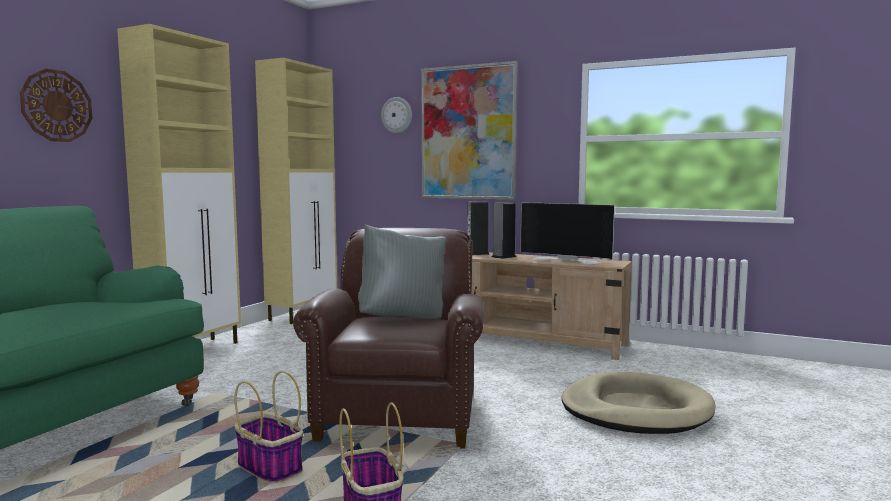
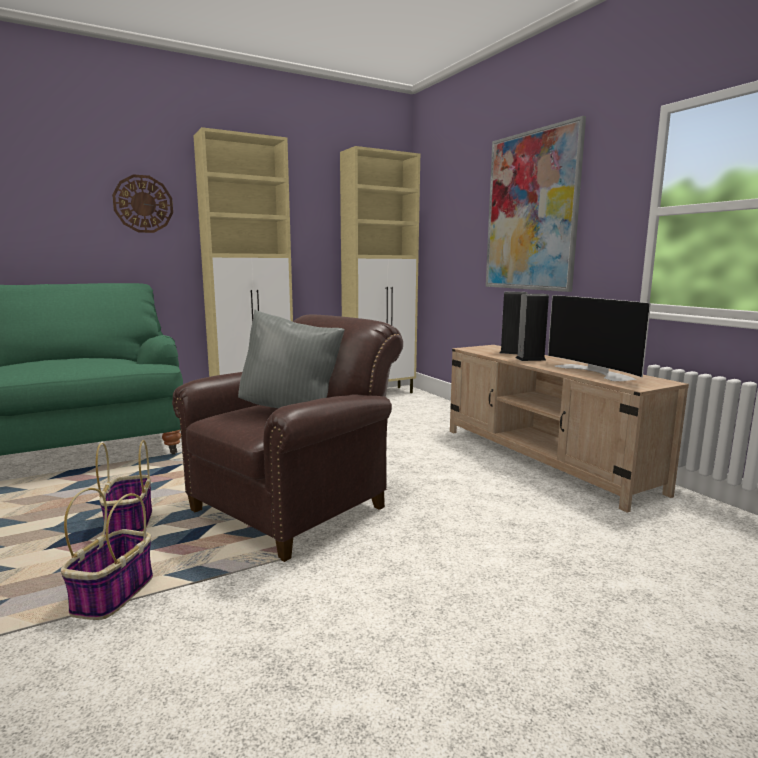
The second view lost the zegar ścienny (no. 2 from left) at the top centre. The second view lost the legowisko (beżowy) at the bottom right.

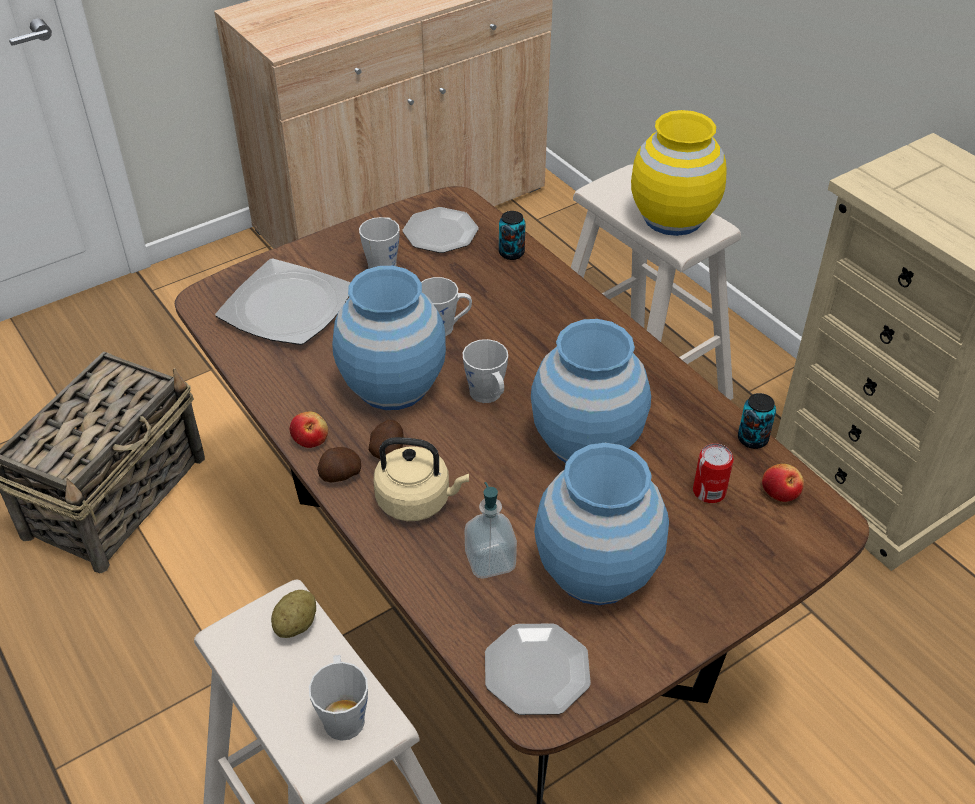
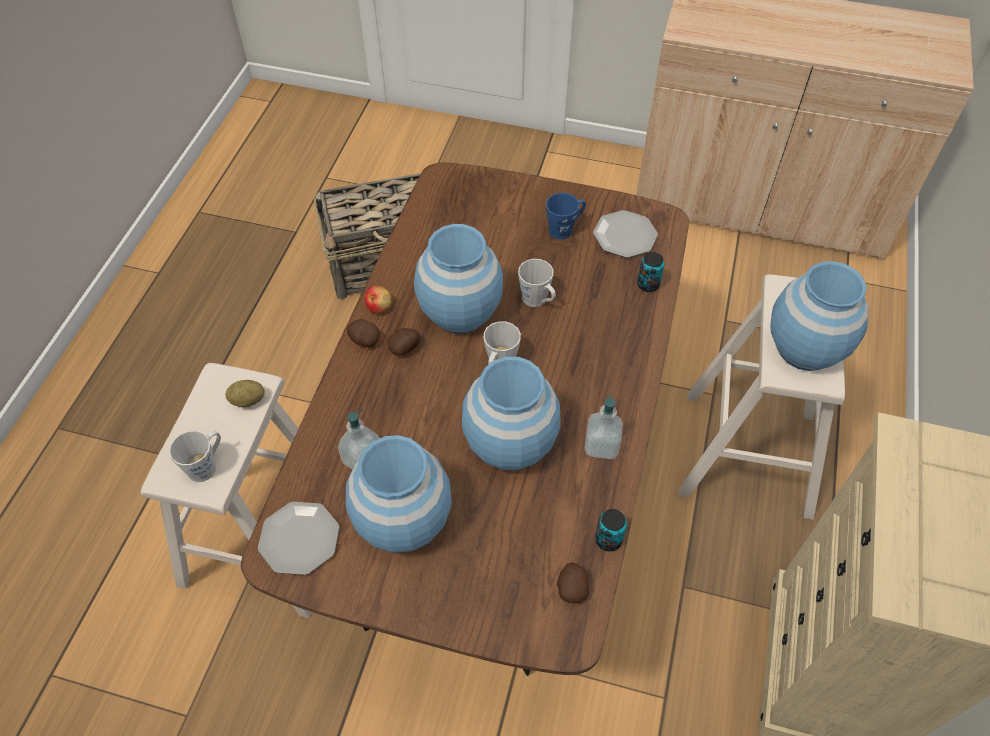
The second view lost the talerz (no. 1 from left) at the middle left. What was the kubek (szary) (no. 2 from left) at the top centre turned into the kubek (niebieski) at the top centre. The second view lost the czajnik (beżowy) at the centre. What was the wazon (żółty) at the top right turned into the wazon (niebieski) (no. 4 from left) at the middle right. The second view lost the puszka (no. 2 from left) at the middle right. Where the jabłko (no. 2 from left) stood at the middle right, the ziemniak (no. 4 from left) came to stand at the bottom centre. The second view gained the dozownik mydła (no. 2 from left) at the centre.

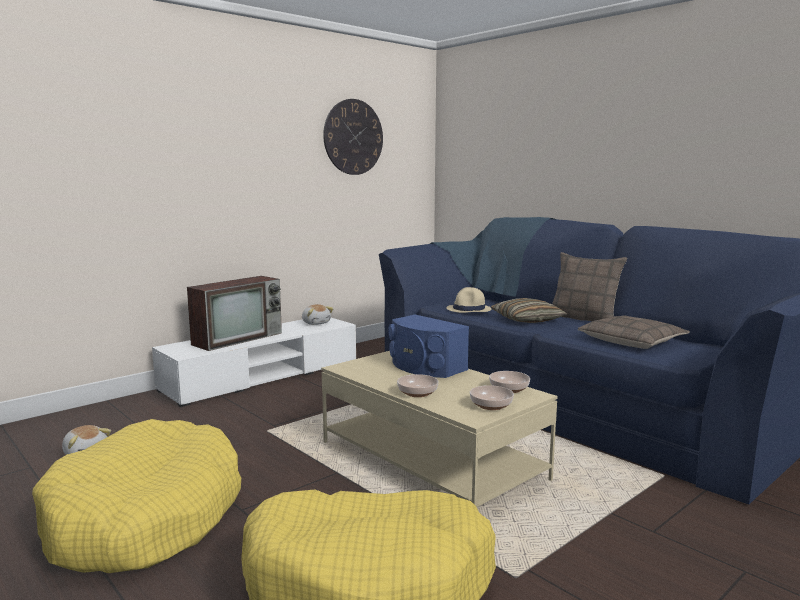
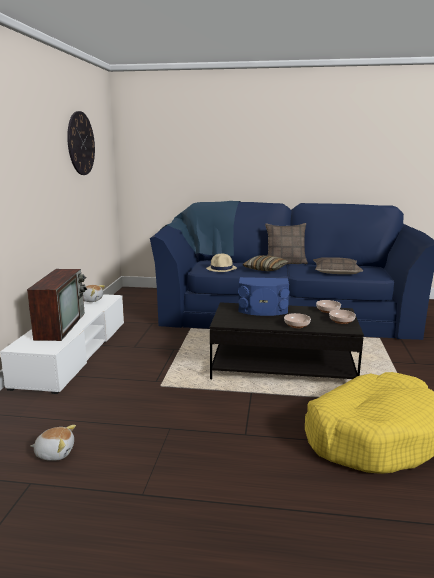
The second view lost the legowisko (żółty) (no. 1 from left) at the bottom left. What was the ława (beżowy) at the bottom centre turned into the ława (czarny) at the centre.

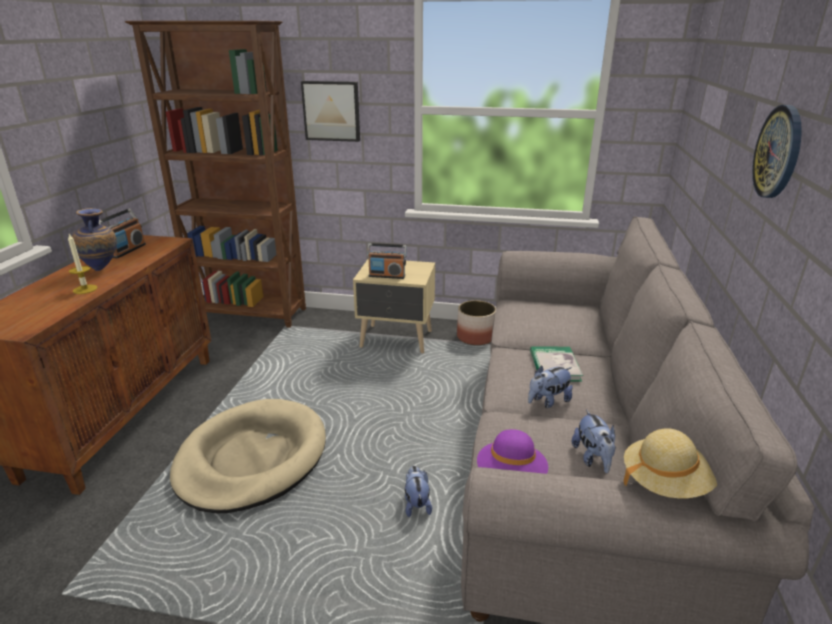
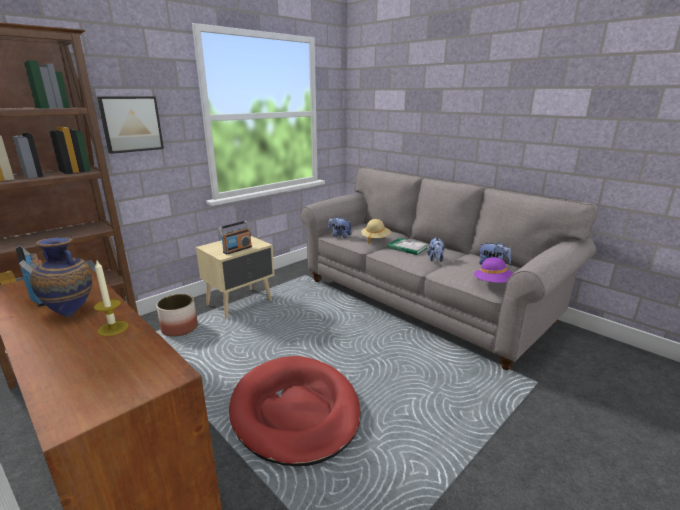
What was the legowisko (beżowy) at the bottom left turned into the legowisko (czerwony) at the bottom centre. The pluszak (no. 1 from left) ended up elsewhere, having gone from the bottom centre to the centre. The donica ended up elsewhere, having gone from the centre to the middle left. The kapelusz (beżowy) ended up elsewhere, having gone from the bottom right to the centre. The second view lost the zegar ścienny at the top right.

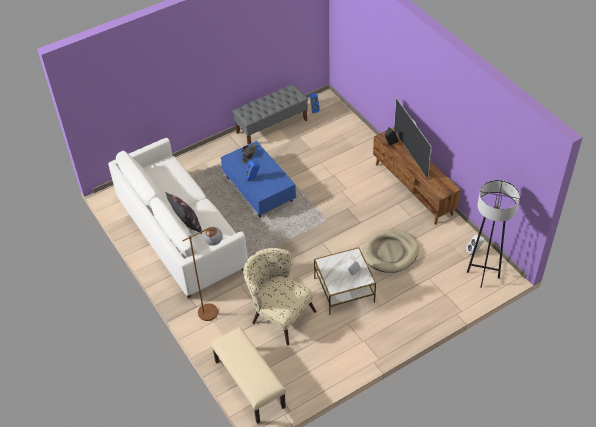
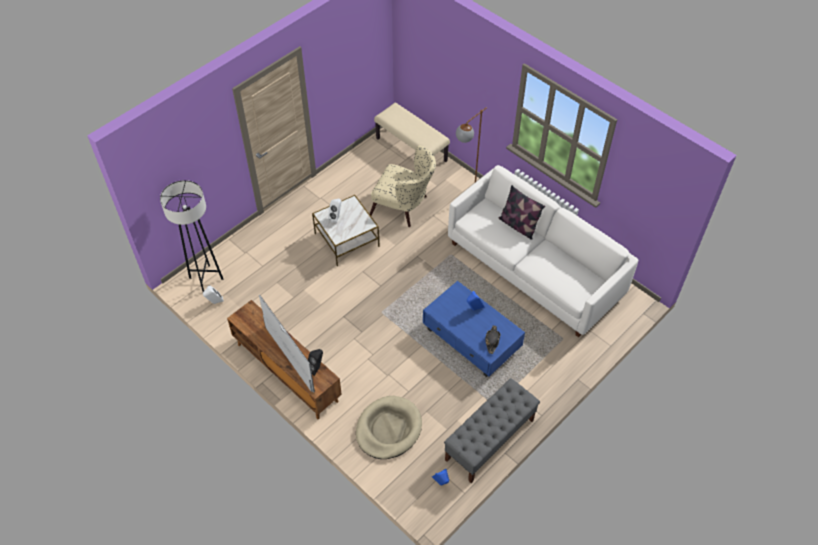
The legowisko (beżowy) ended up elsewhere, having gone from the centre to the bottom centre.

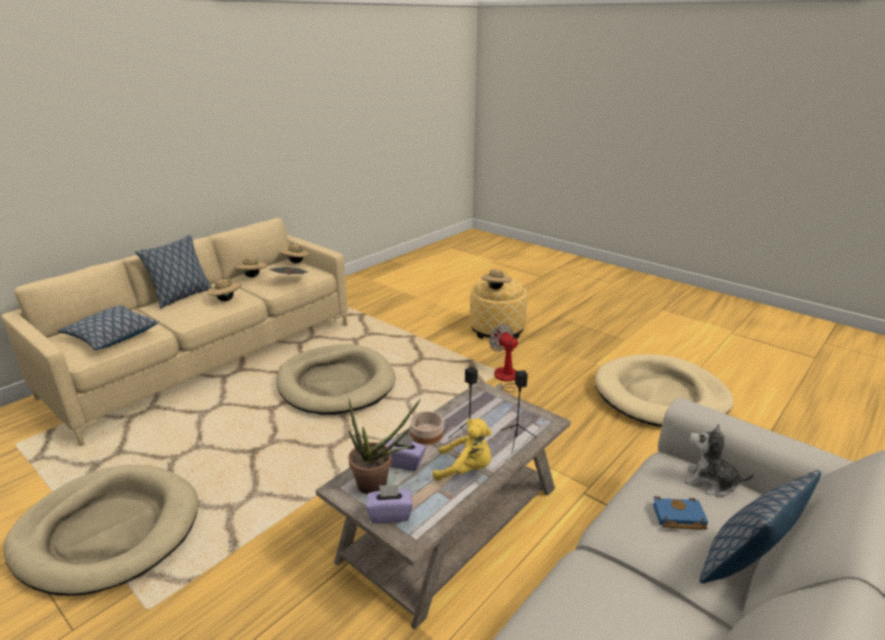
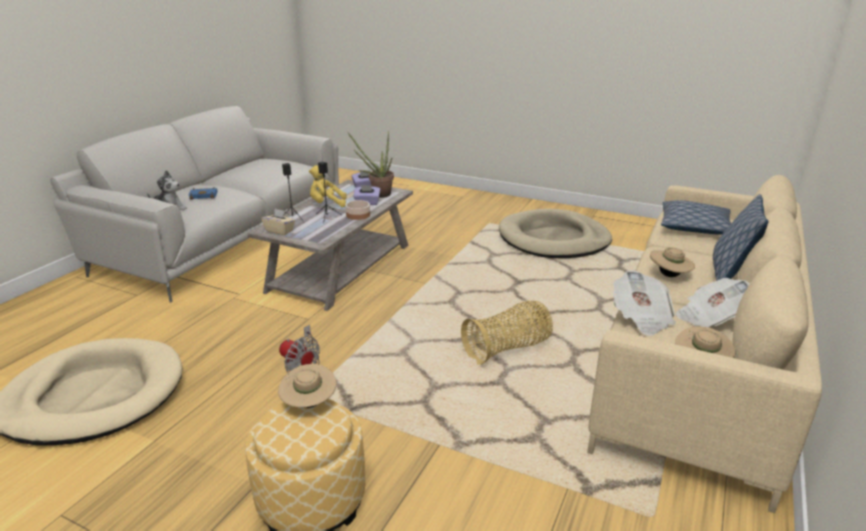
Where the kapelusz (beżowy) (no. 2 from left) stood at the middle left, the gazeta (no. 2 from left) came to stand at the middle right. Where the legowisko (beżowy) (no. 2 from left) stood at the centre, the koszyk came to stand at the centre. The second view lost the poduszka (no. 3 from left) at the bottom right. The second view gained the pudełko chusteczek (beżowy) at the middle left.

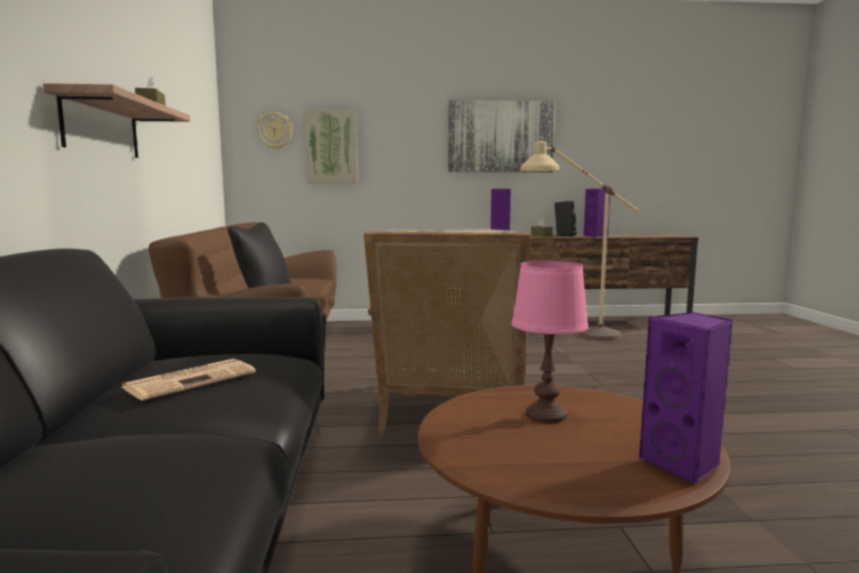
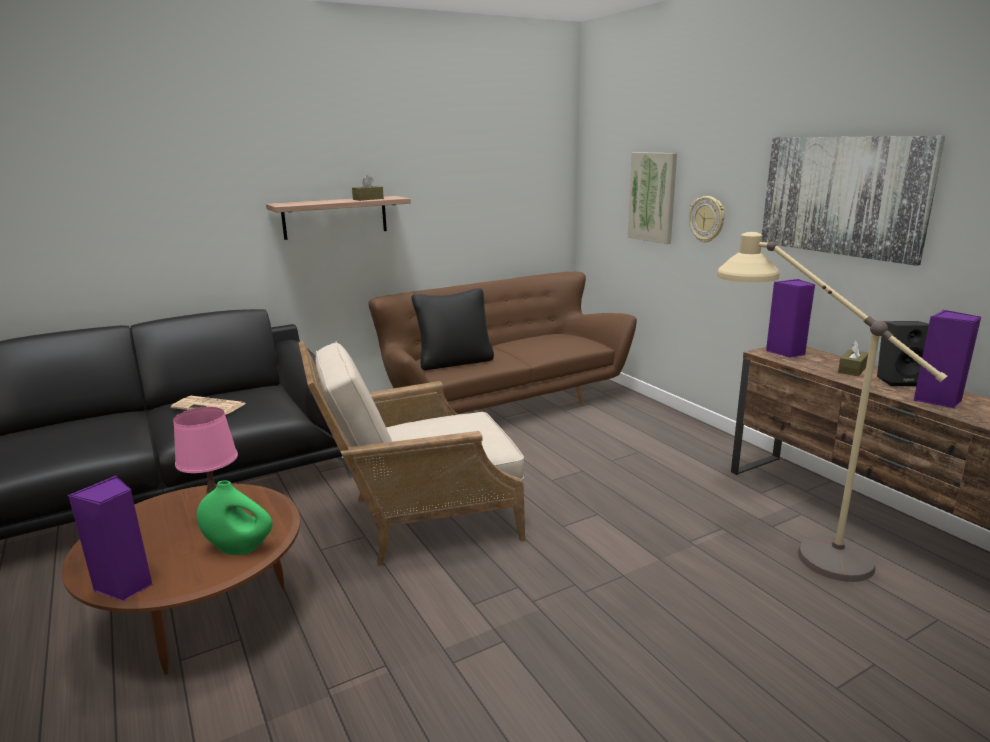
The zegar ścienny ended up elsewhere, having gone from the top left to the top right. The second view gained the wazon (zielony) at the bottom left.

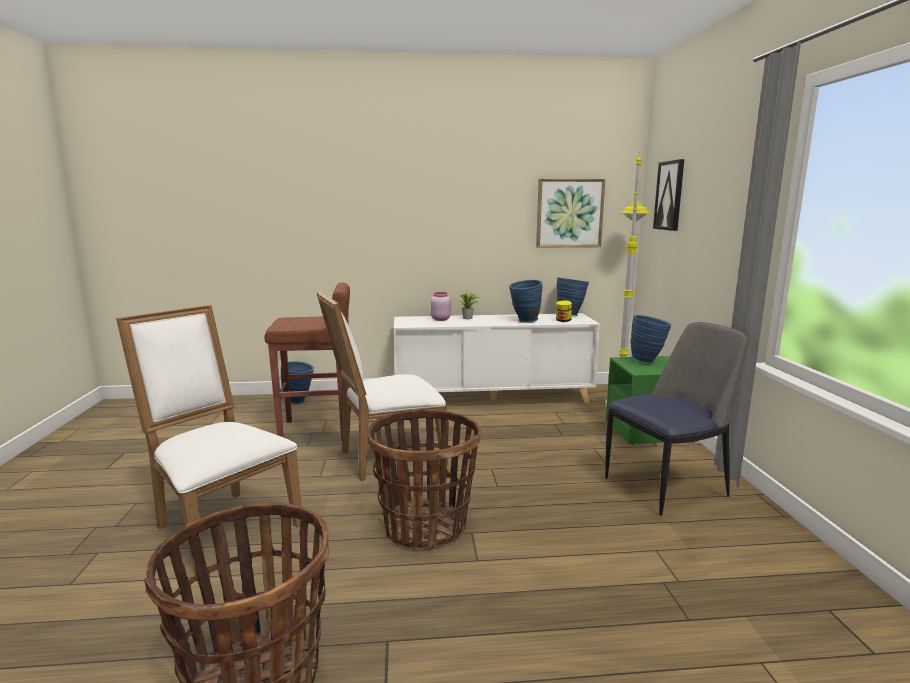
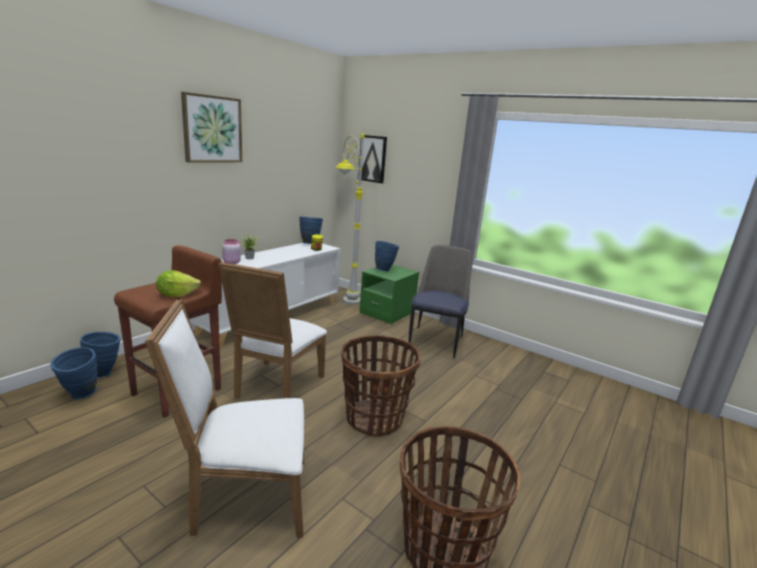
The wazon (niebieski) (no. 2 from left in the first image) ended up elsewhere, having gone from the centre to the middle left. The obraz (no. 1 from left) ended up elsewhere, having gone from the top centre to the top left. The second view gained the sałata at the middle left.

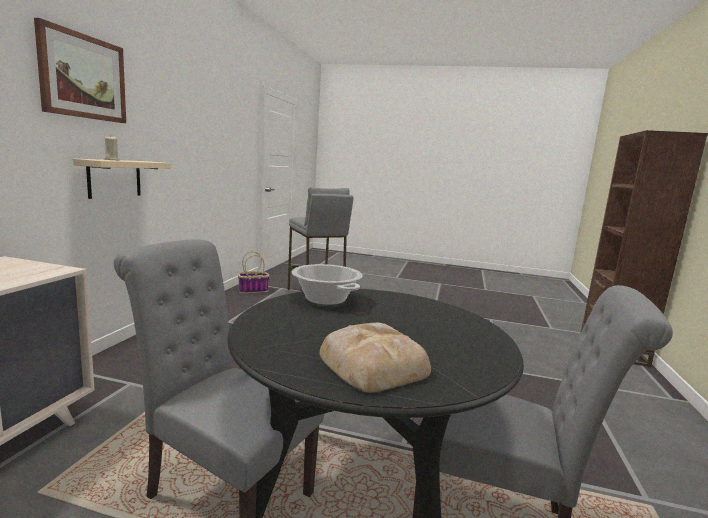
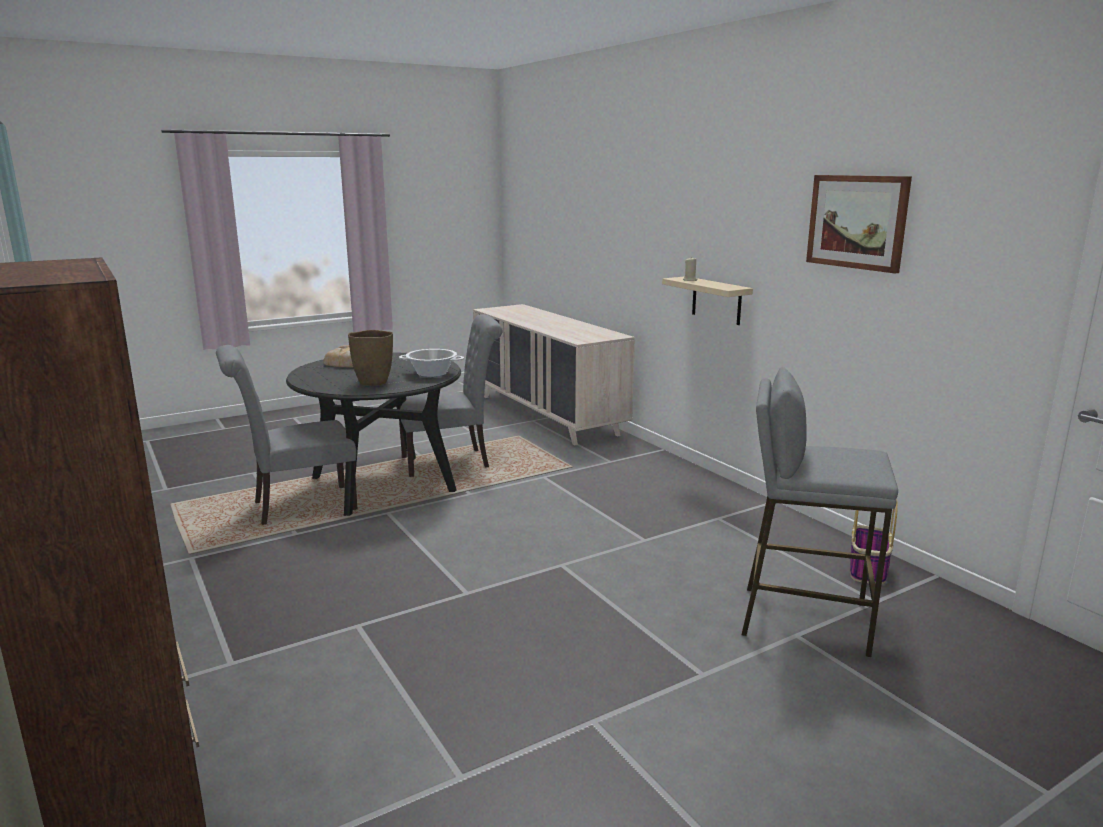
The obraz ended up elsewhere, having gone from the top left to the top right. The second view gained the wazon (brązowy) at the centre.

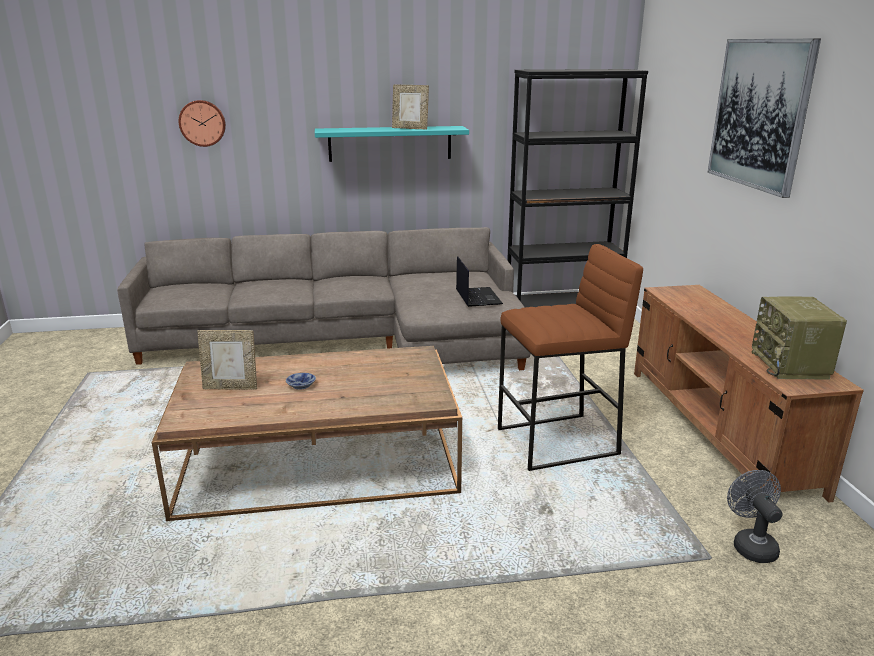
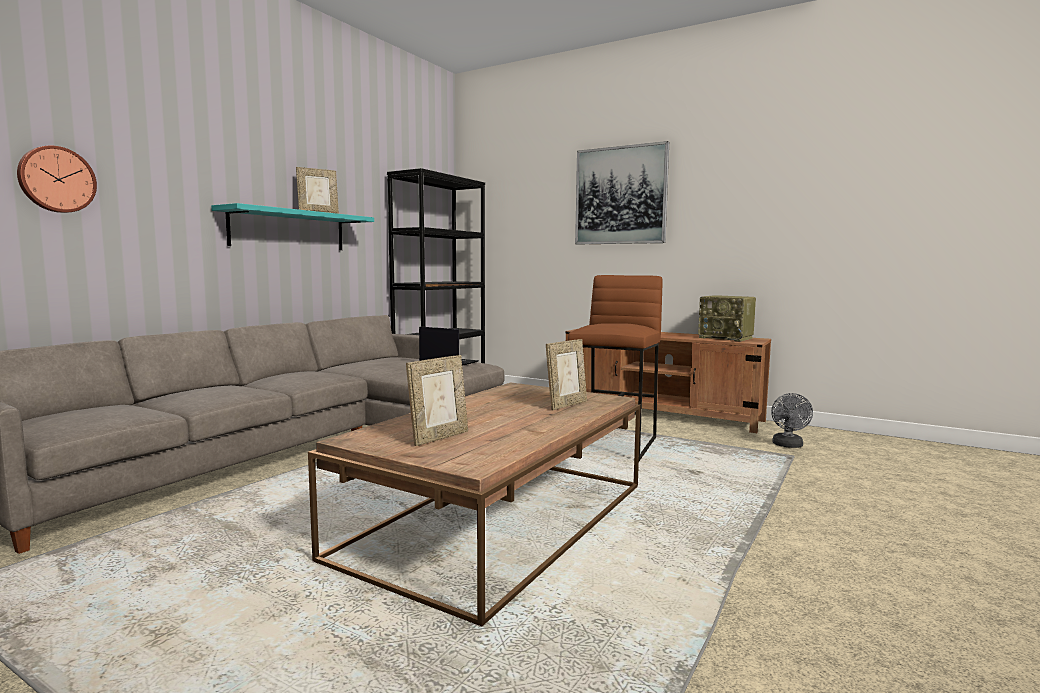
The second view lost the miska at the centre. The wentylator (szary) at the bottom right ended up facing another way, 105 degrees counterclockwise from before. The second view gained the ramka na zdjęcie (no. 3 from left) at the centre.

